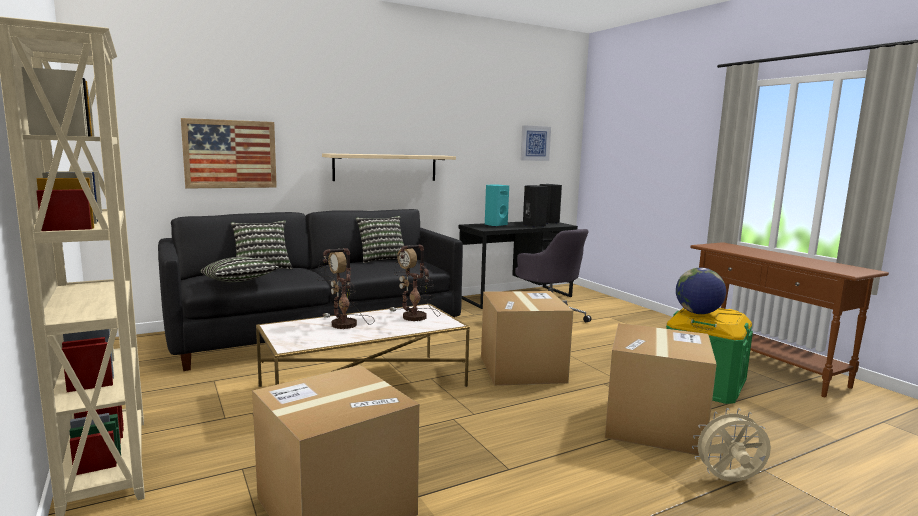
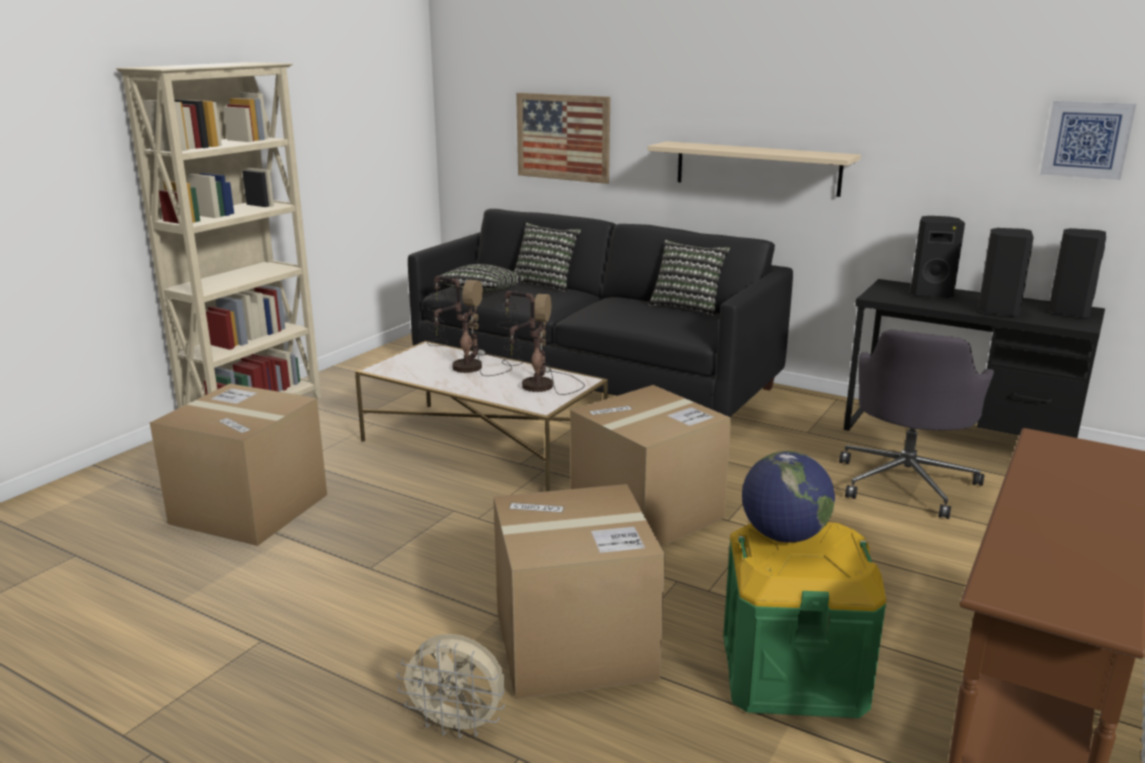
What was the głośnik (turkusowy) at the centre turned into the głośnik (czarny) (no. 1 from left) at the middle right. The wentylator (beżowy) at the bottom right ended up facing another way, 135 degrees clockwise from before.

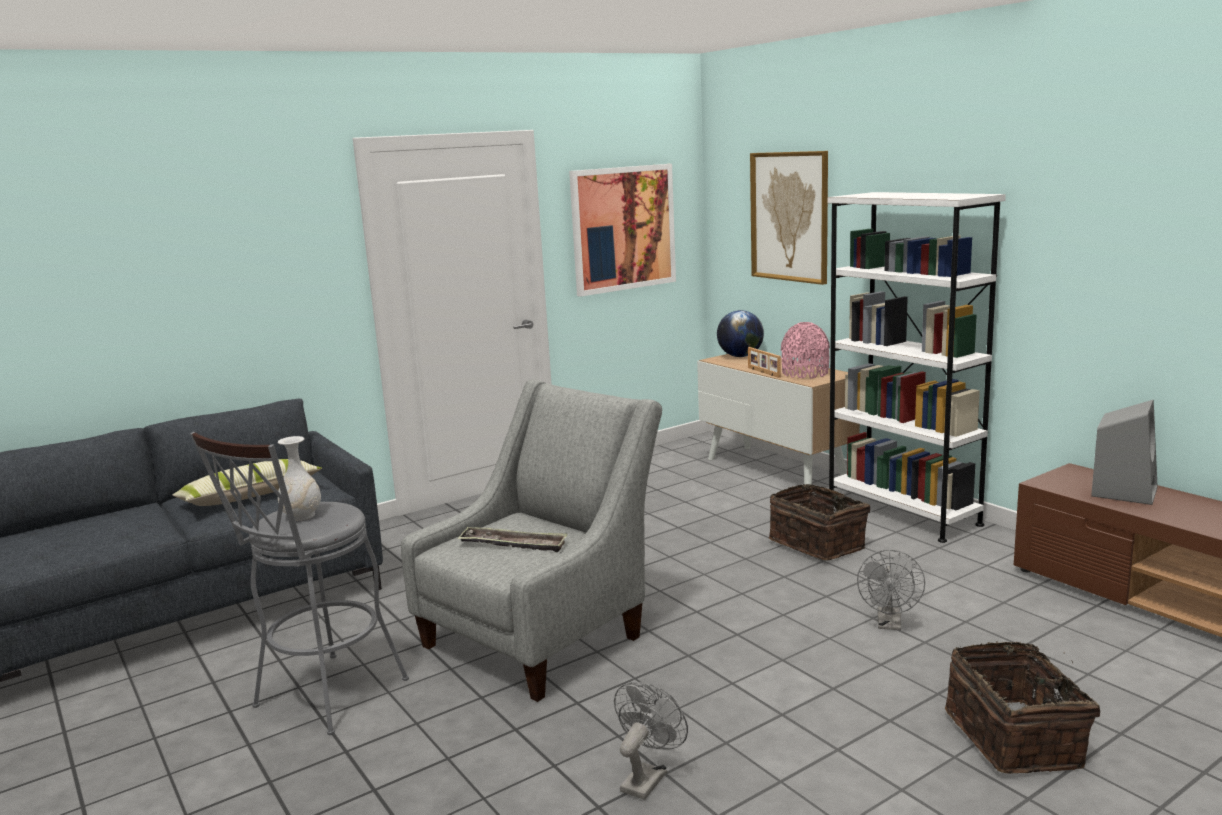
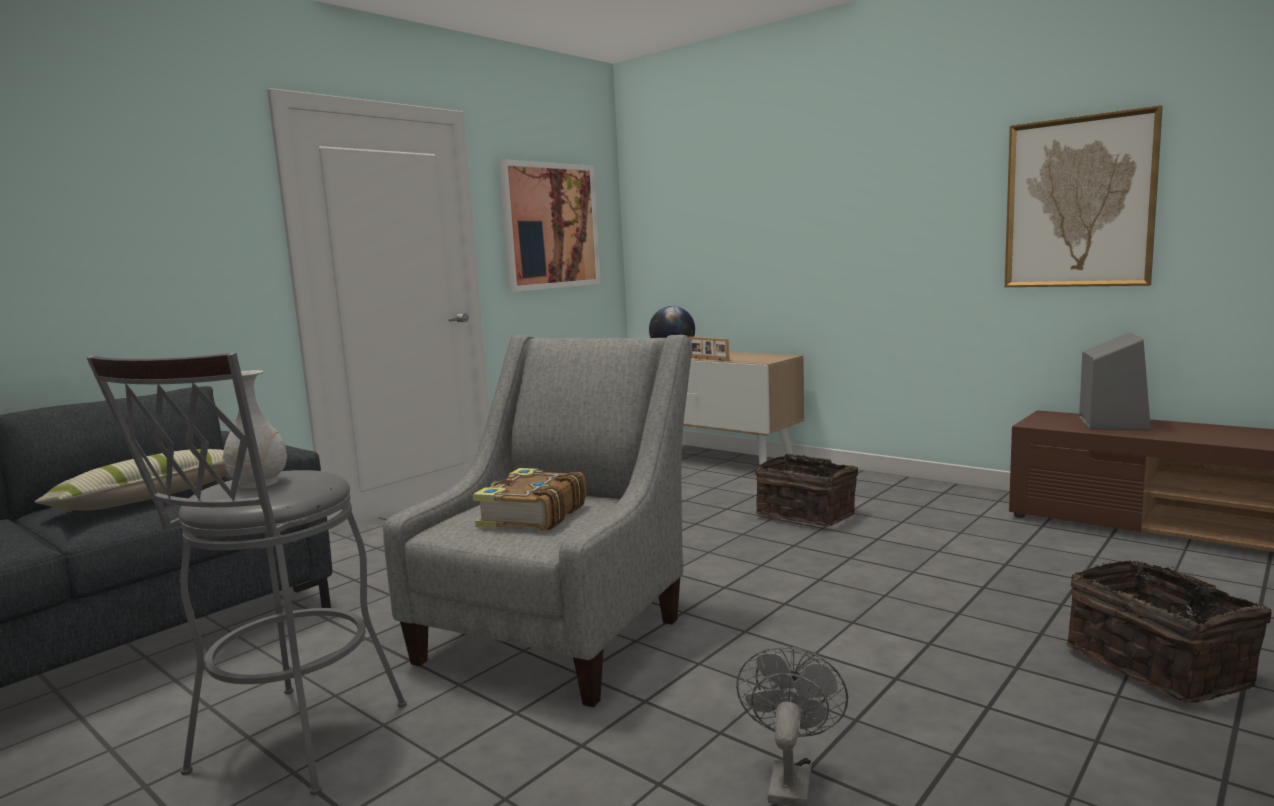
Where the taca stood at the centre, the książka came to stand at the centre. The obraz (no. 2 from left) ended up elsewhere, having gone from the top centre to the top right. The second view lost the wazon (różowy) at the centre. The second view lost the regał (biały) at the middle right. The second view lost the wentylator (szary) (no. 2 from left) at the bottom right.

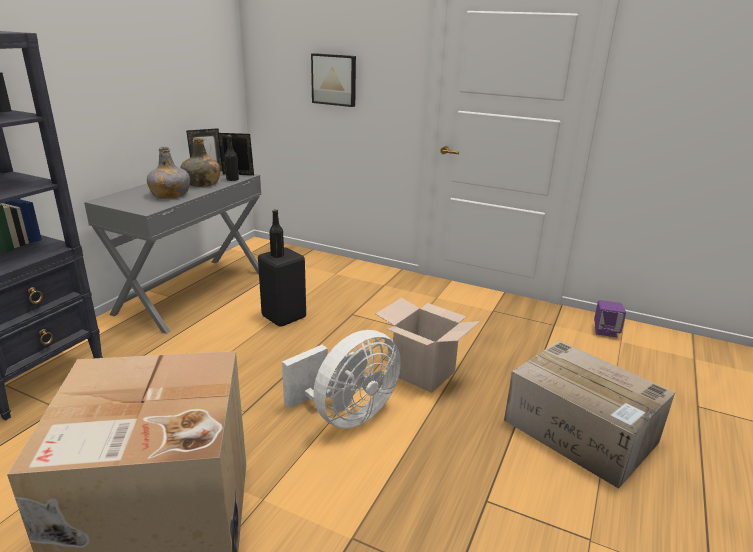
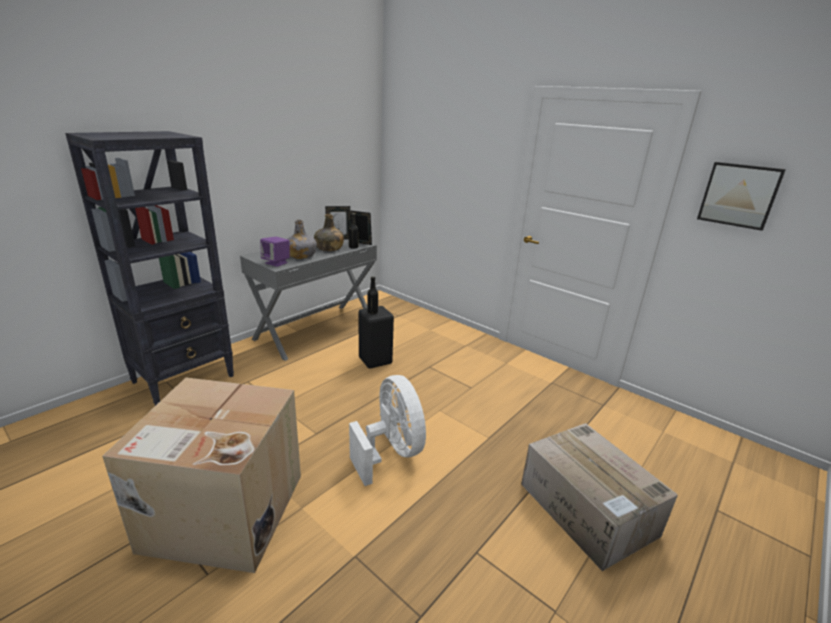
The wentylator (biały) at the bottom centre ended up facing another way, 90 degrees counterclockwise from before. The obraz ended up elsewhere, having gone from the top centre to the top right. The second view lost the karton (no. 2 from left) at the centre. The głośnik (fioletowy) ended up elsewhere, having gone from the middle right to the middle left.

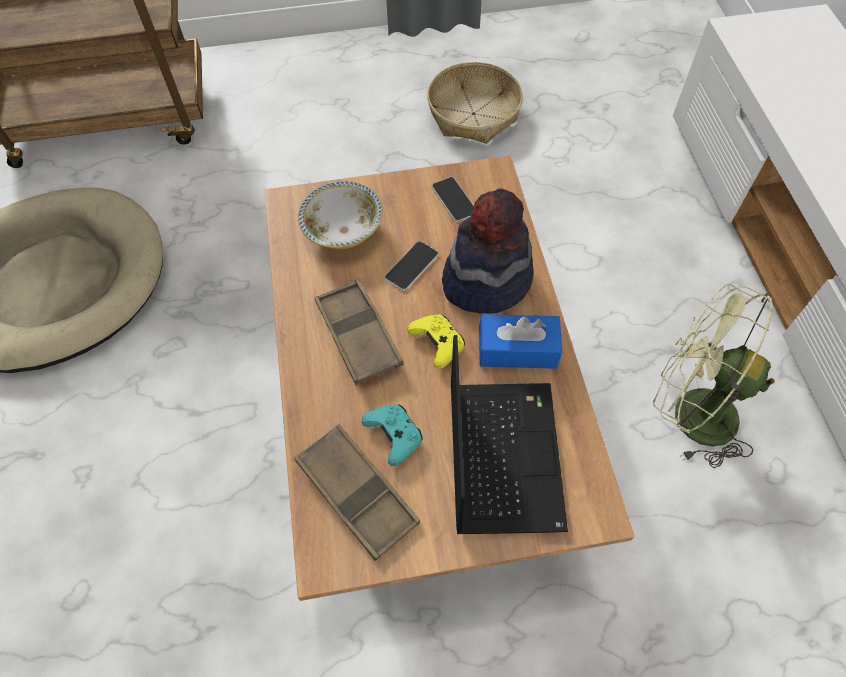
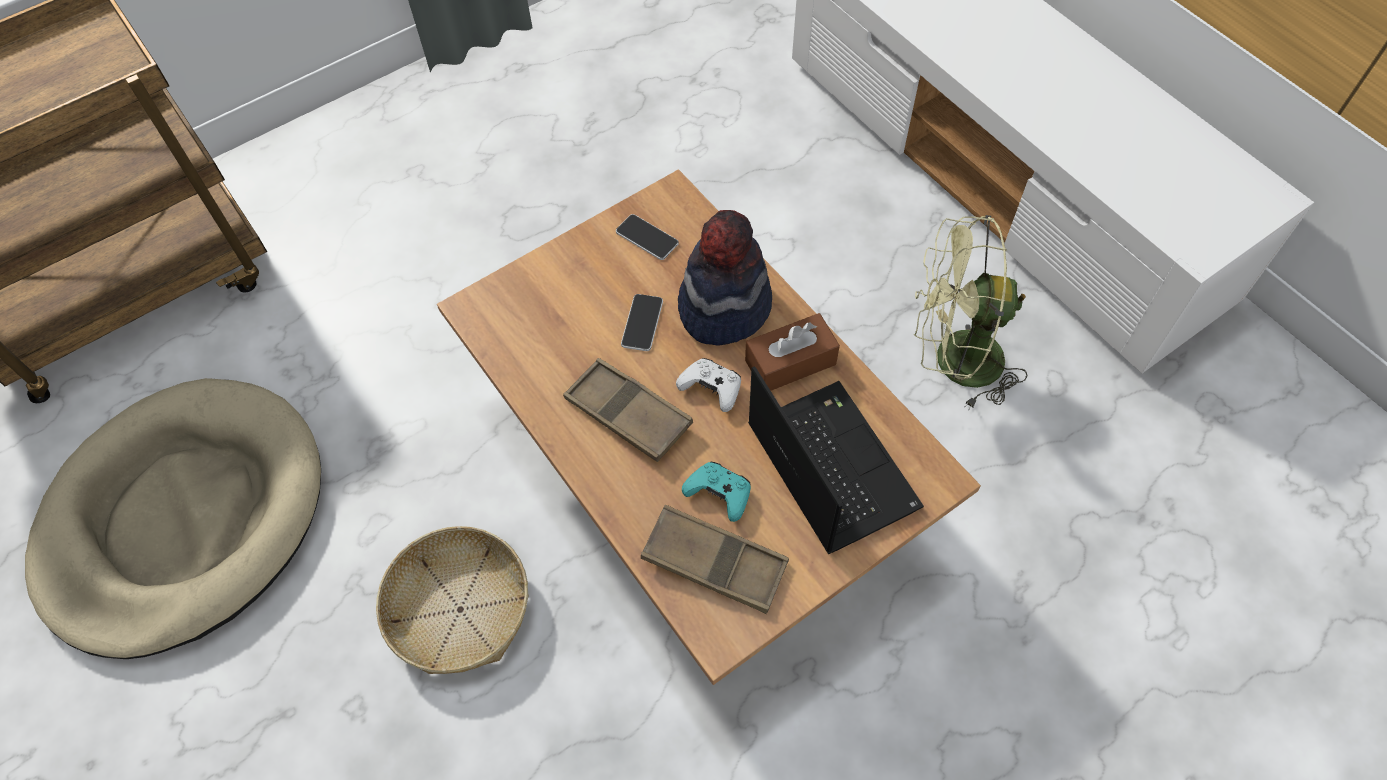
The second view lost the miska at the top centre. What was the pad do gier (żółty) at the centre turned into the pad do gier (biały) at the centre. The koszyk ended up elsewhere, having gone from the top centre to the bottom left. What was the pudełko chusteczek (niebieski) at the centre turned into the pudełko chusteczek (brązowy) at the centre.

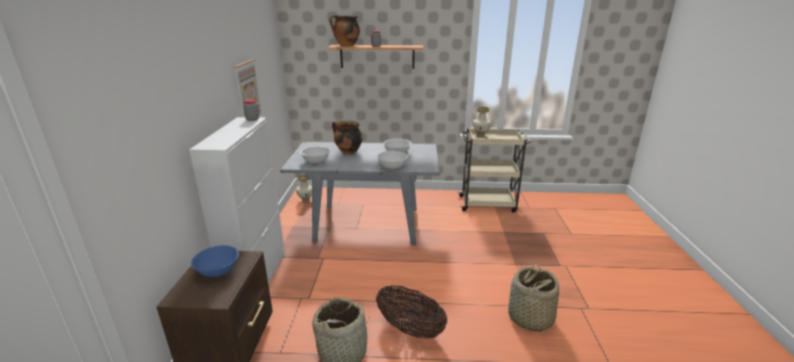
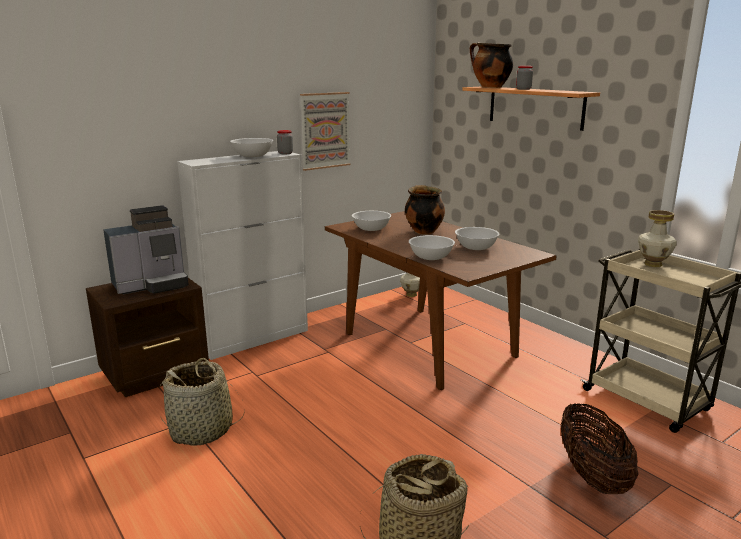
Where the miska (niebieski) stood at the bottom left, the ekspres do kawy came to stand at the middle left. What was the stół jadalny (szary) at the centre turned into the stół jadalny (brązowy) at the centre. The koszyk (no. 2 from left in the first image) ended up elsewhere, having gone from the bottom centre to the bottom right. The second view gained the miska (biały) (no. 1 from left) at the top centre.

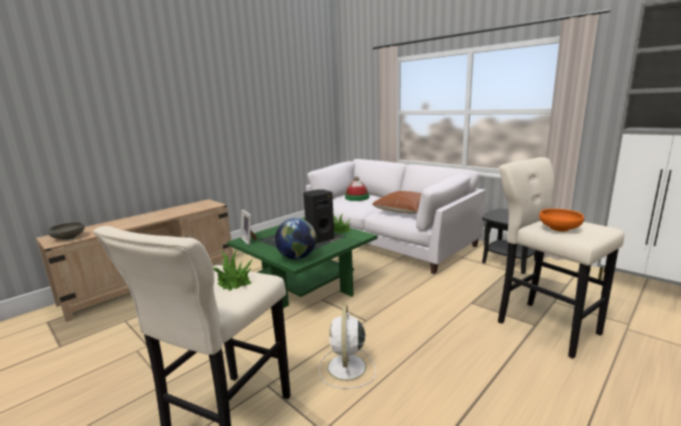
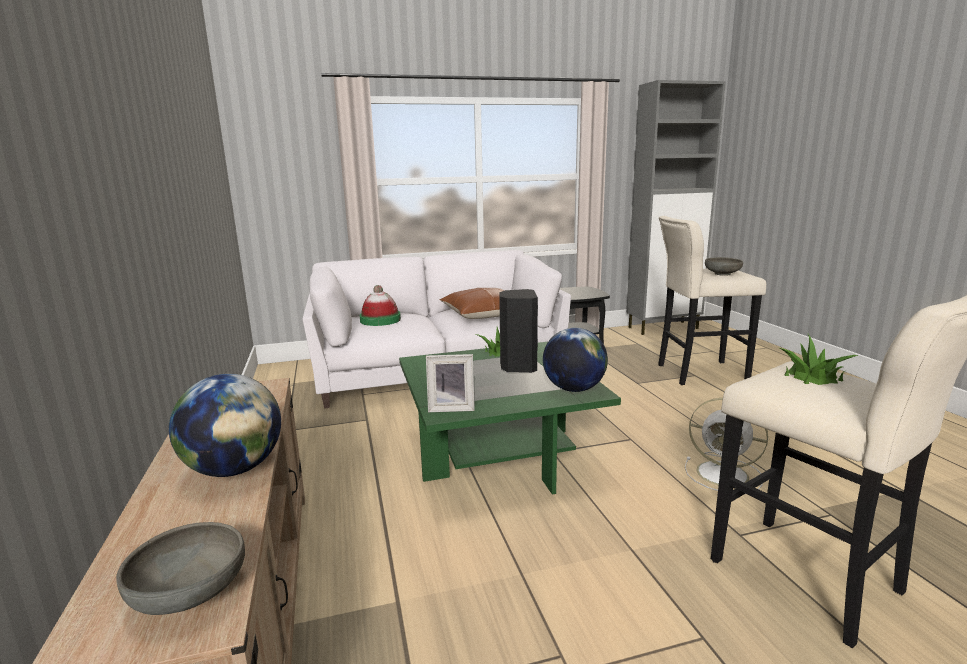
What was the miska (pomarańczowy) at the middle right turned into the miska (szary) (no. 2 from left) at the middle right. The second view gained the globus (no. 1 from left) at the middle left.

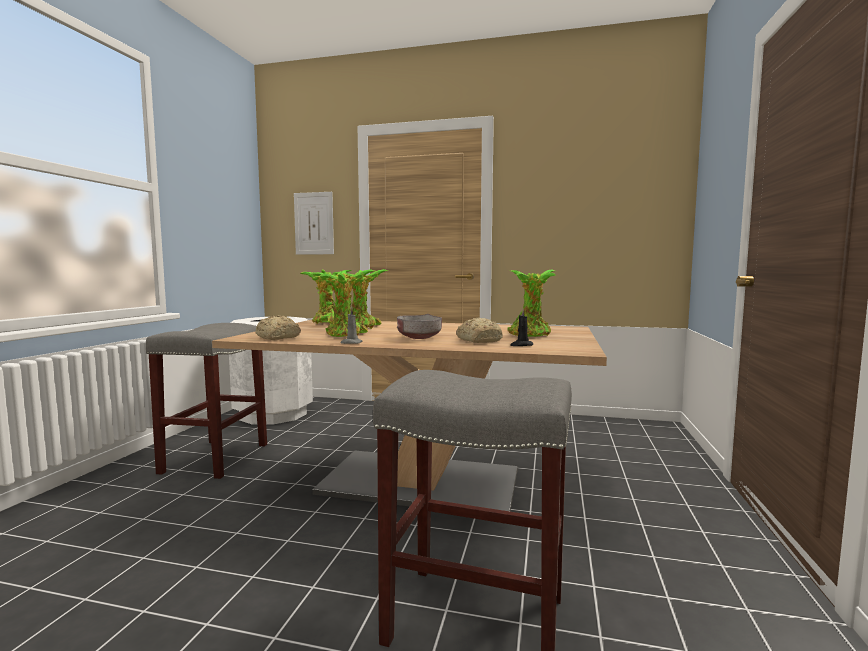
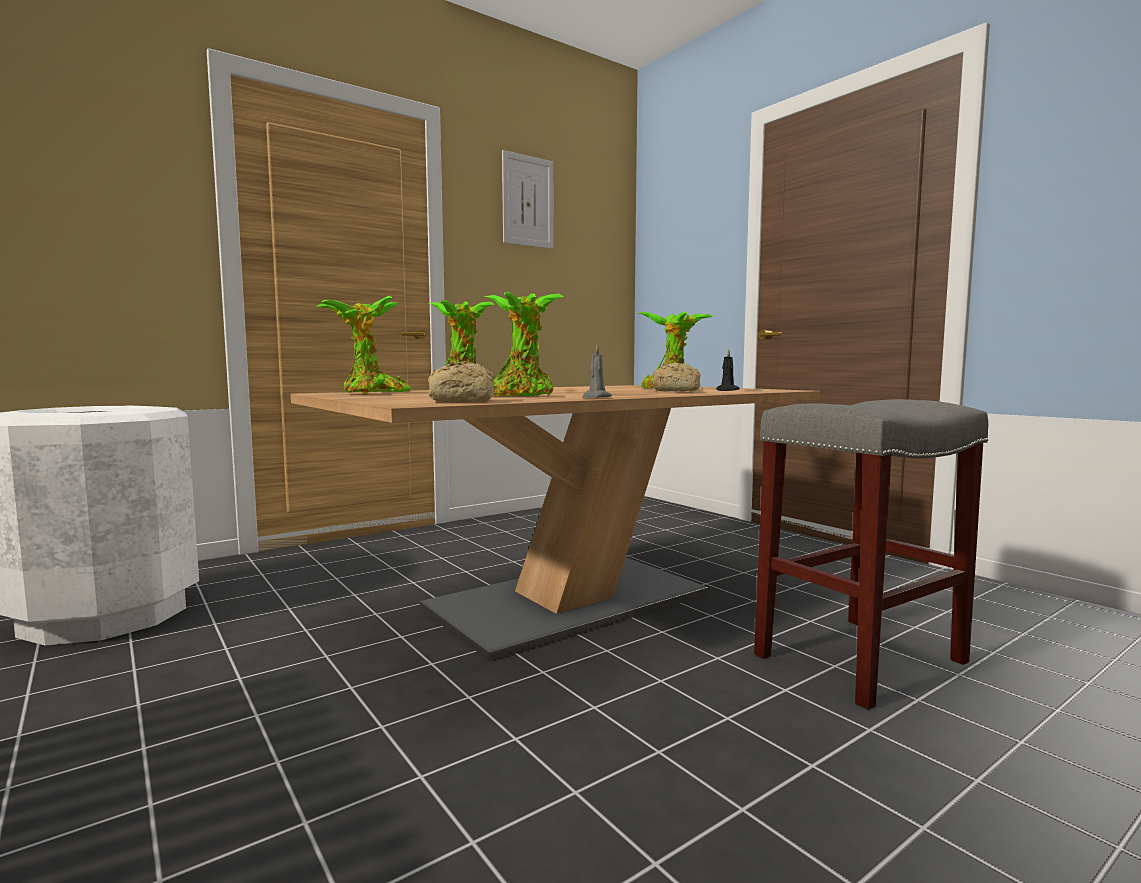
The second view lost the stołek (szary) (no. 1 from left) at the middle left. The obraz ended up elsewhere, having gone from the centre to the top centre. The second view lost the miska (szary) at the centre.

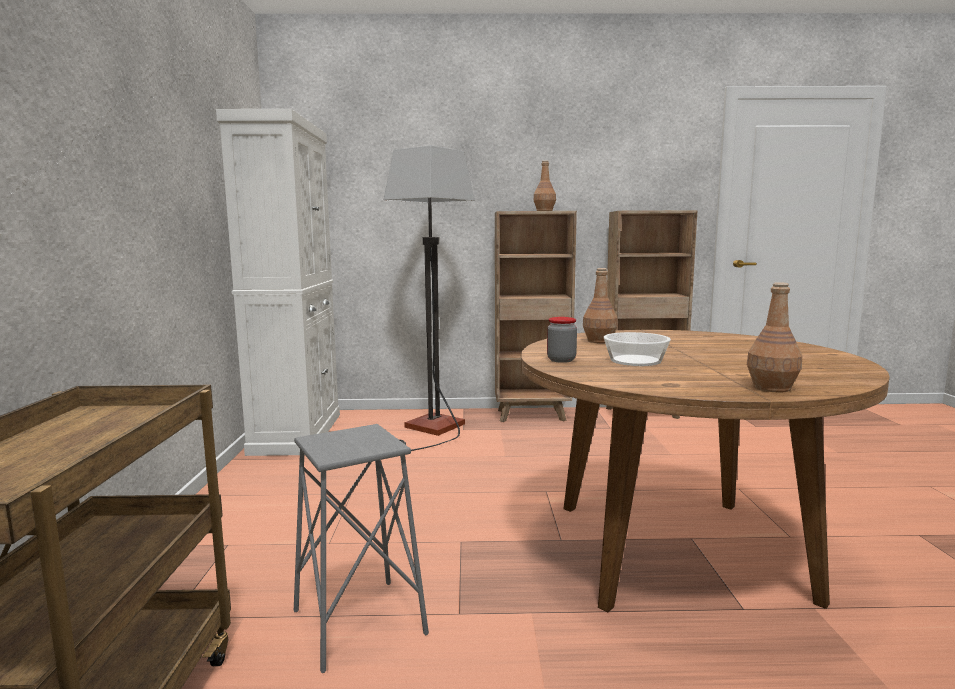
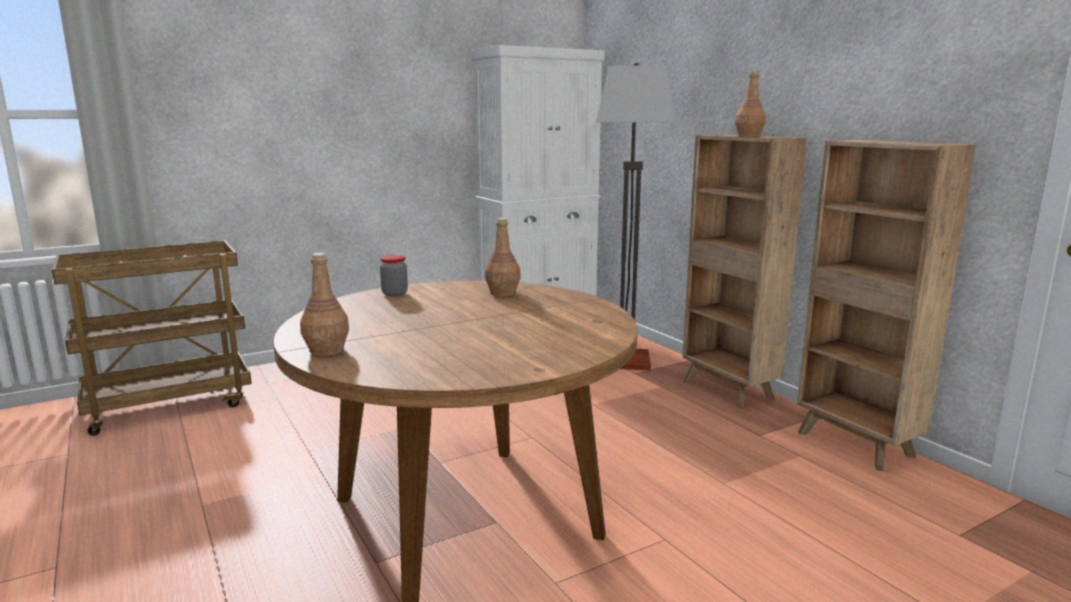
The second view lost the stołek (szary) at the bottom centre. The second view lost the miska at the middle right.

